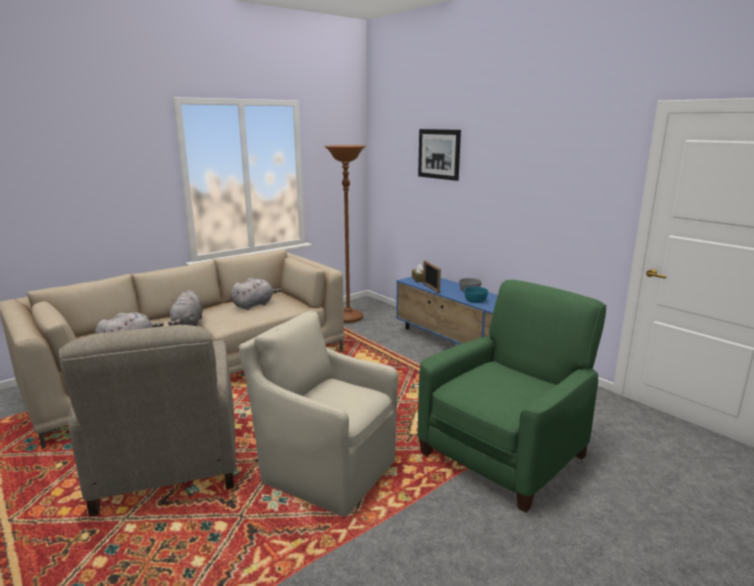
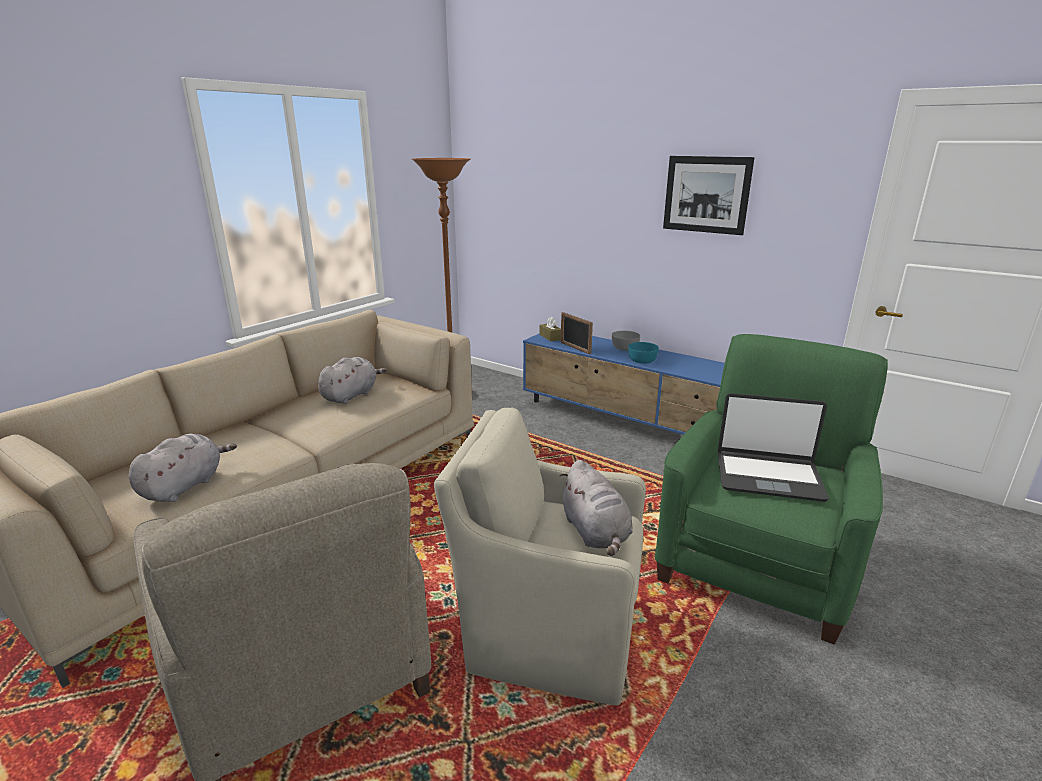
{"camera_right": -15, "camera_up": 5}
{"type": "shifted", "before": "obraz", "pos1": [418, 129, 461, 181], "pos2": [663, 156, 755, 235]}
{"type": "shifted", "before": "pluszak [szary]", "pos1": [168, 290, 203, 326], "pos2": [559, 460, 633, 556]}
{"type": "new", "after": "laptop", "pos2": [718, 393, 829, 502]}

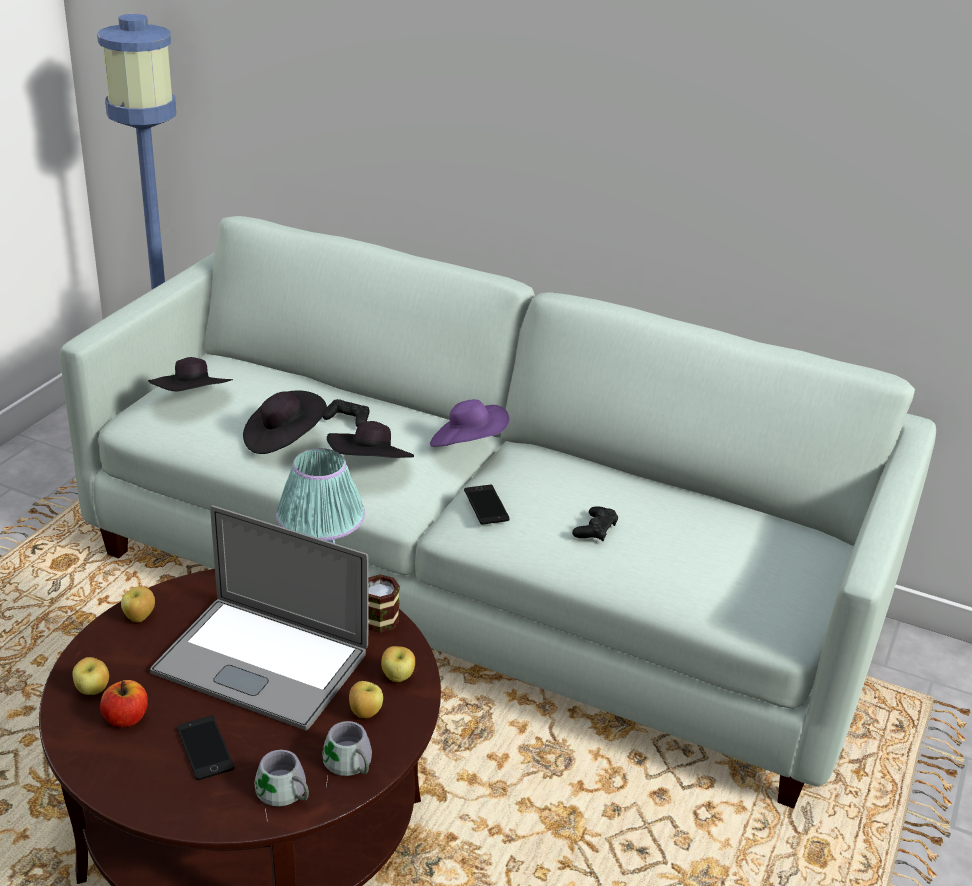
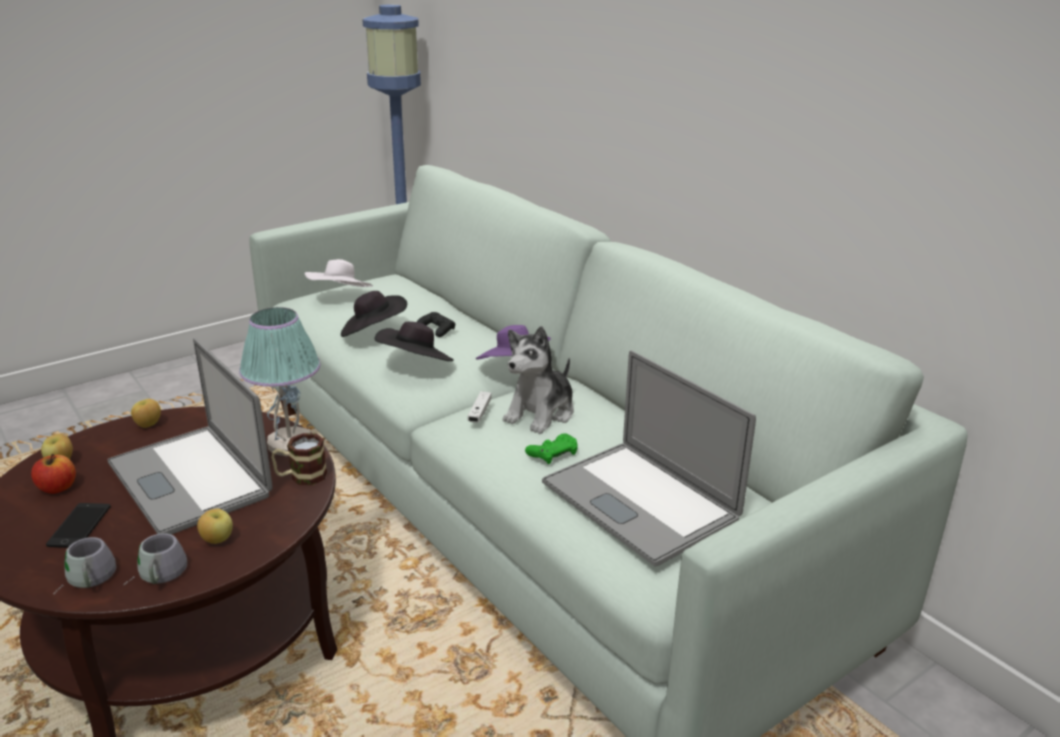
{"camera_right": 30, "camera_up": -5}
{"type": "repainted", "before": "kapelusz [czarny]", "after": "kapelusz [biały]", "pos1": [148, 357, 233, 391], "pos2": [305, 259, 373, 287]}
{"type": "swapped", "before": "telefon", "after": "pad do gier [biały]", "pos1": [464, 485, 510, 525], "pos2": [468, 391, 492, 423]}
{"type": "repainted", "before": "pad do gier [czarny]", "after": "pad do gier [zielony]", "pos1": [572, 506, 618, 541], "pos2": [525, 433, 578, 464]}
{"type": "gone", "before": "jabłko", "pos1": [381, 646, 415, 682]}
{"type": "new", "after": "pluszak", "pos2": [503, 326, 574, 434]}
{"type": "new", "after": "laptop", "pos2": [542, 350, 756, 566]}

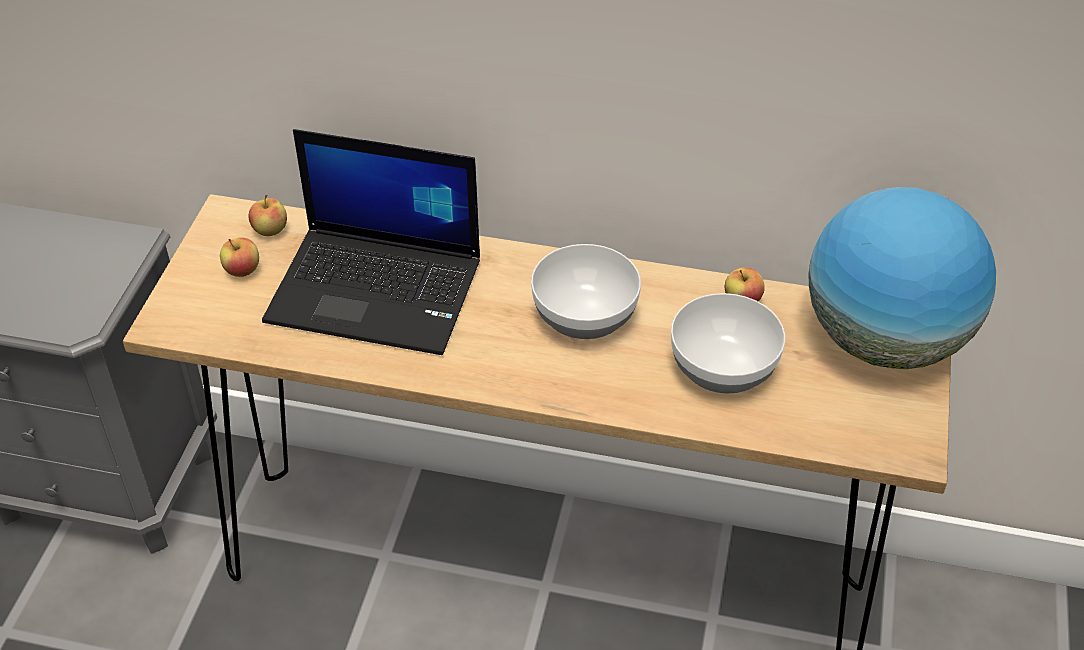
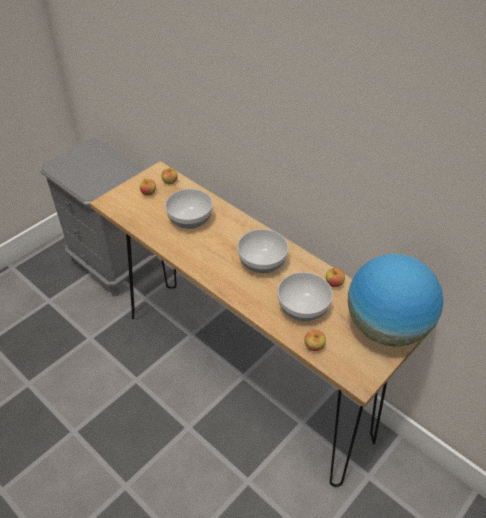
{"camera_right": 30, "camera_up": 0}
{"type": "swapped", "before": "laptop", "after": "miska", "pos1": [262, 129, 480, 355], "pos2": [165, 189, 213, 229]}
{"type": "new", "after": "jabłko", "pos2": [304, 330, 326, 351]}

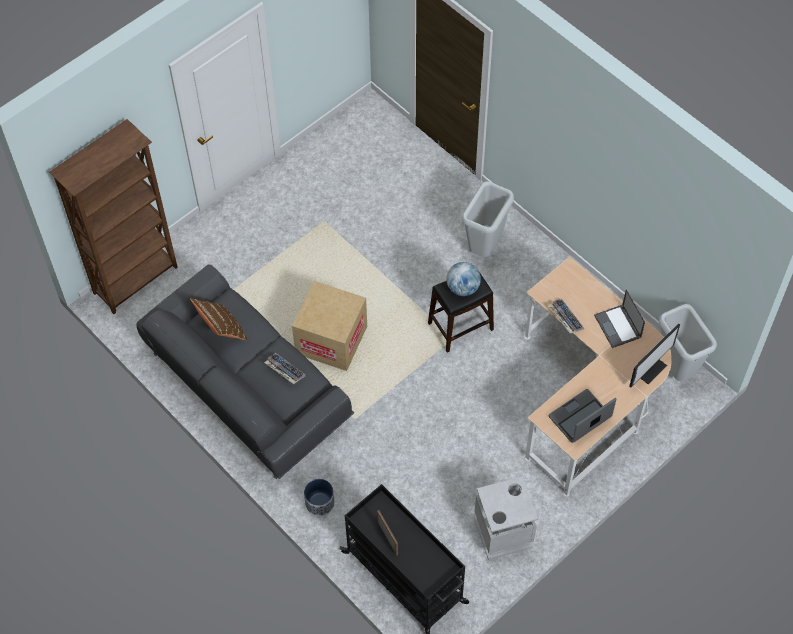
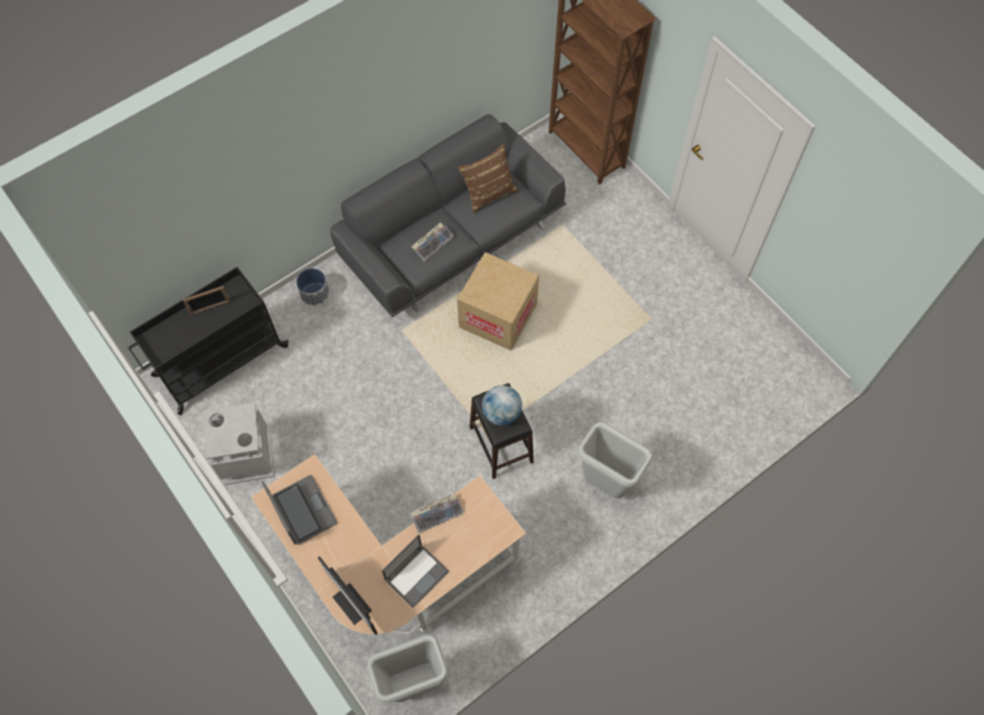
{"camera_right": 95, "camera_up": 5}
{"type": "rotated", "before": "laptop", "pos1": [594, 289, 645, 348], "pos2": [382, 534, 449, 608], "turn": 150}

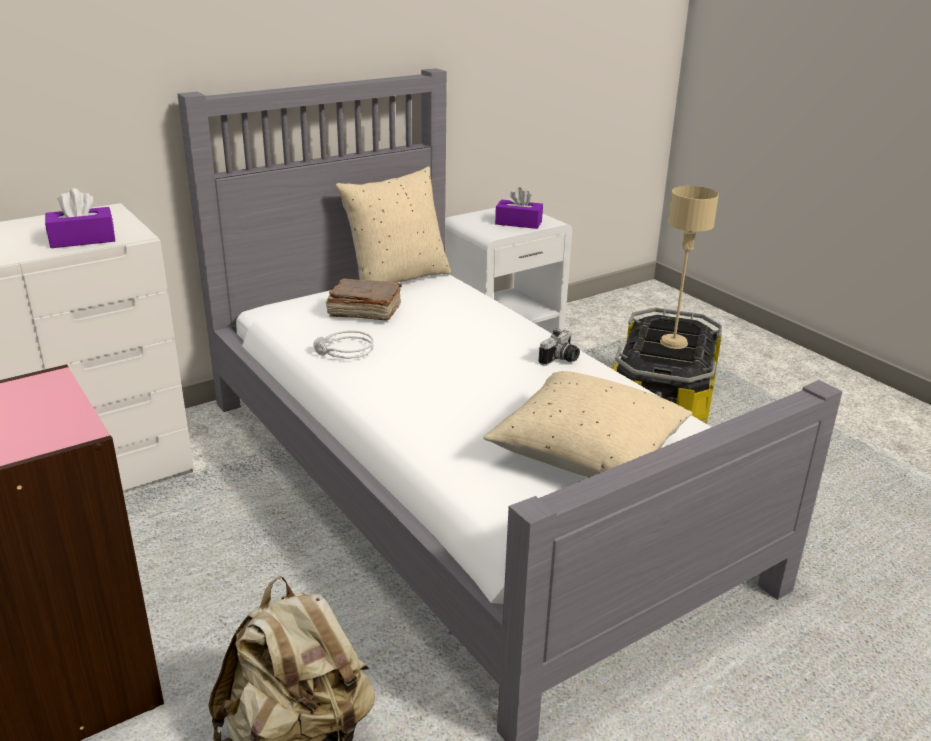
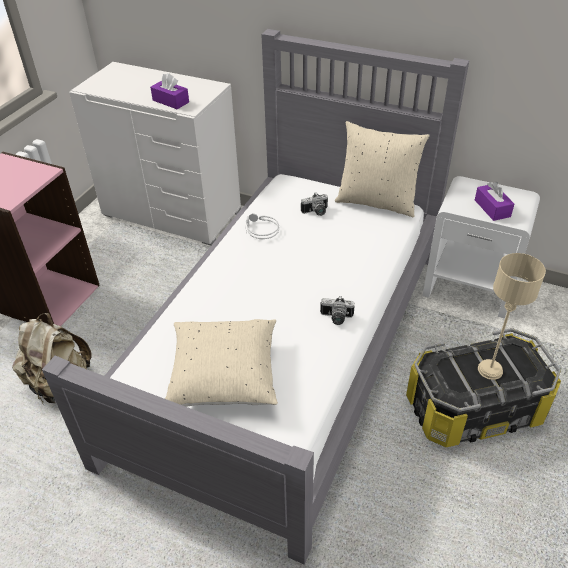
{"camera_right": 60, "camera_up": 15}
{"type": "swapped", "before": "książka [brązowy]", "after": "aparat fotograficzny", "pos1": [326, 278, 402, 321], "pos2": [301, 192, 328, 216]}

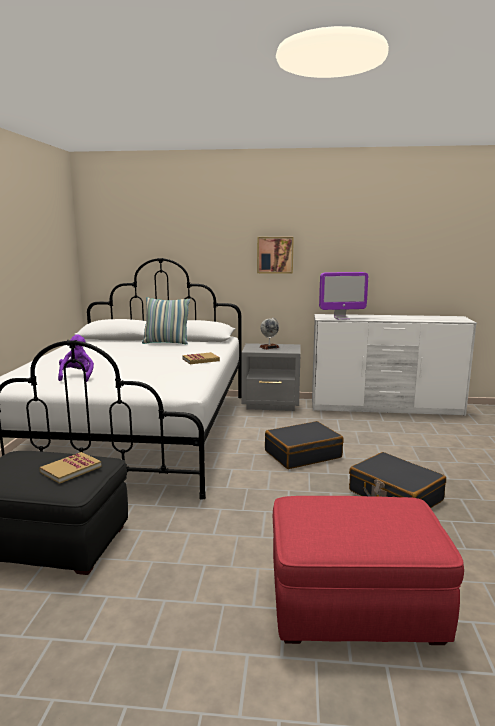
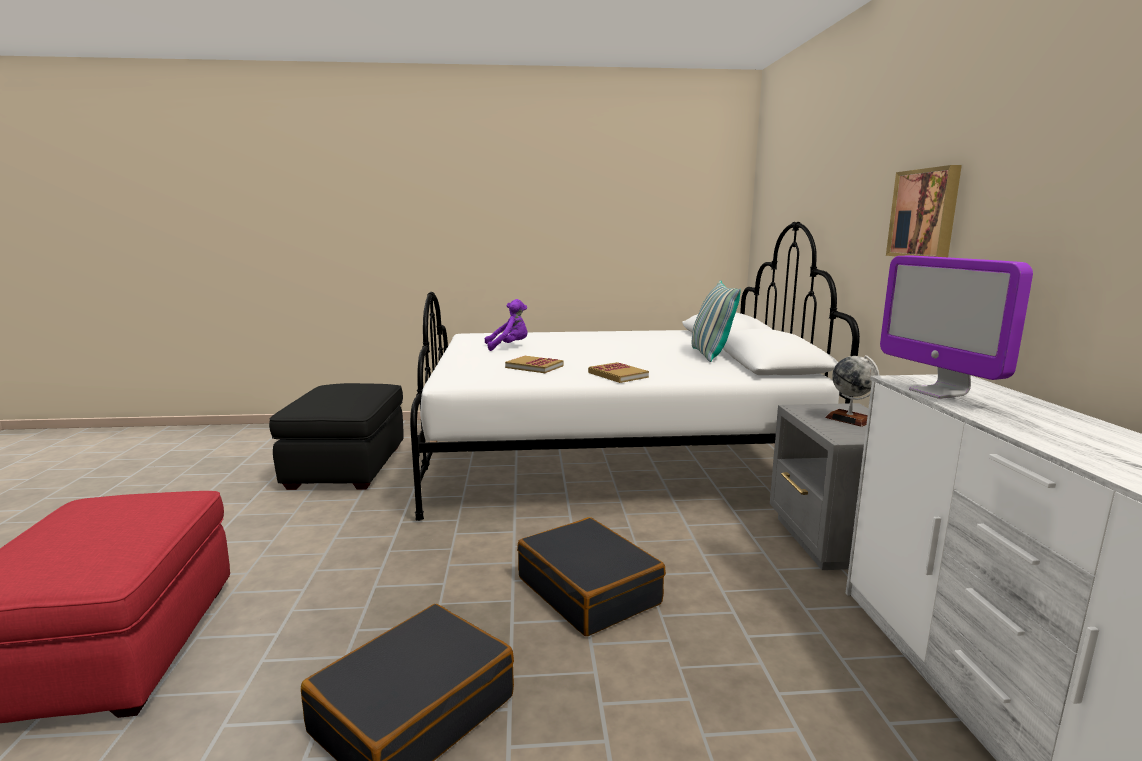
{"camera_right": 80, "camera_up": 0}
{"type": "shifted", "before": "książka", "pos1": [39, 452, 102, 484], "pos2": [505, 356, 564, 373]}

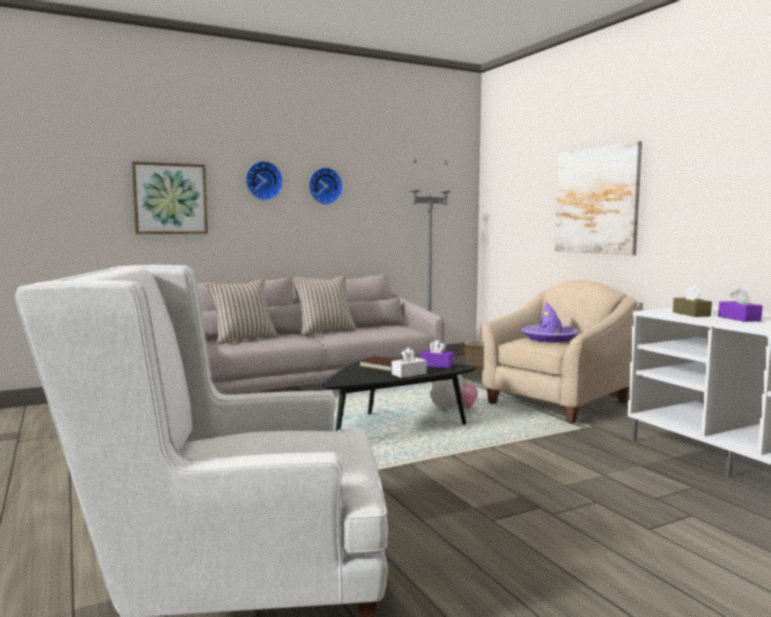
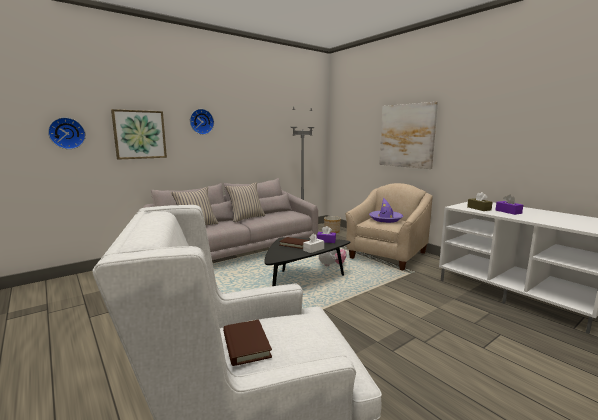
{"camera_right": -10, "camera_up": 5}
{"type": "shifted", "before": "zegar ścienny", "pos1": [309, 167, 343, 205], "pos2": [48, 117, 86, 149]}
{"type": "new", "after": "książka [brązowy]", "pos2": [223, 319, 272, 366]}

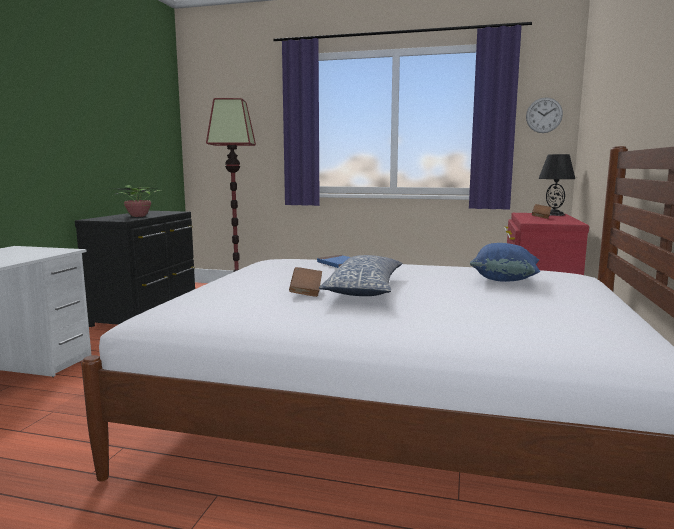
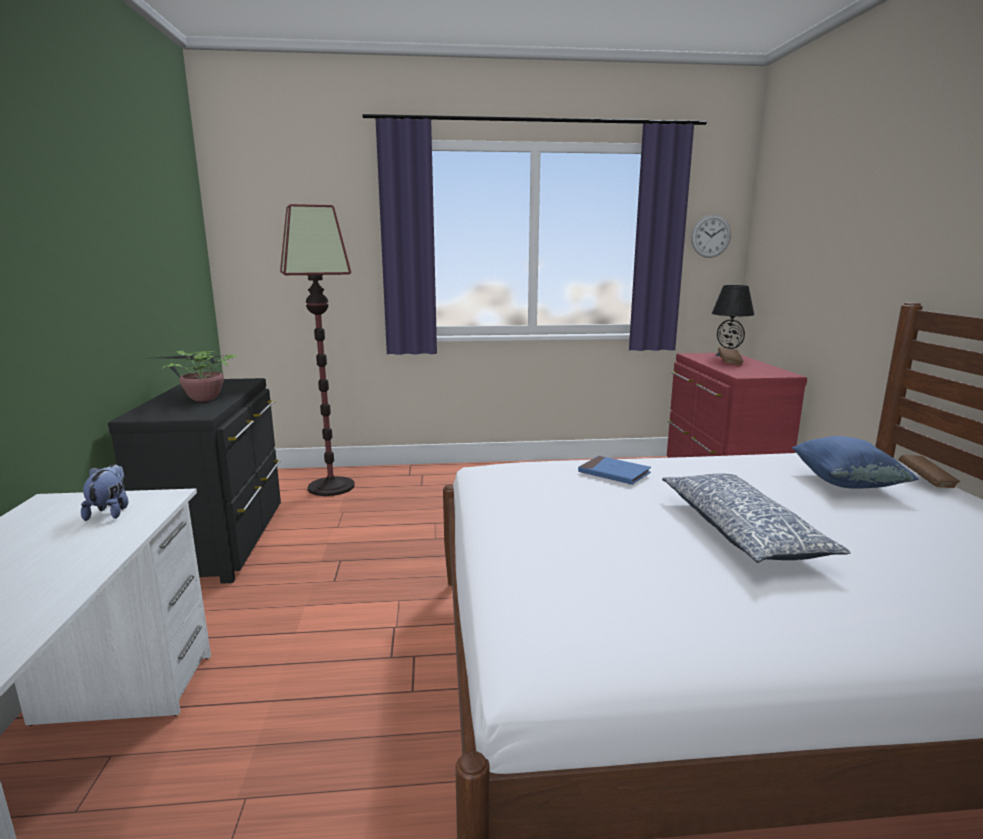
{"camera_right": -20, "camera_up": 5}
{"type": "shifted", "before": "książka [brązowy]", "pos1": [289, 267, 322, 297], "pos2": [899, 455, 960, 488]}
{"type": "new", "after": "pluszak", "pos2": [81, 464, 128, 521]}

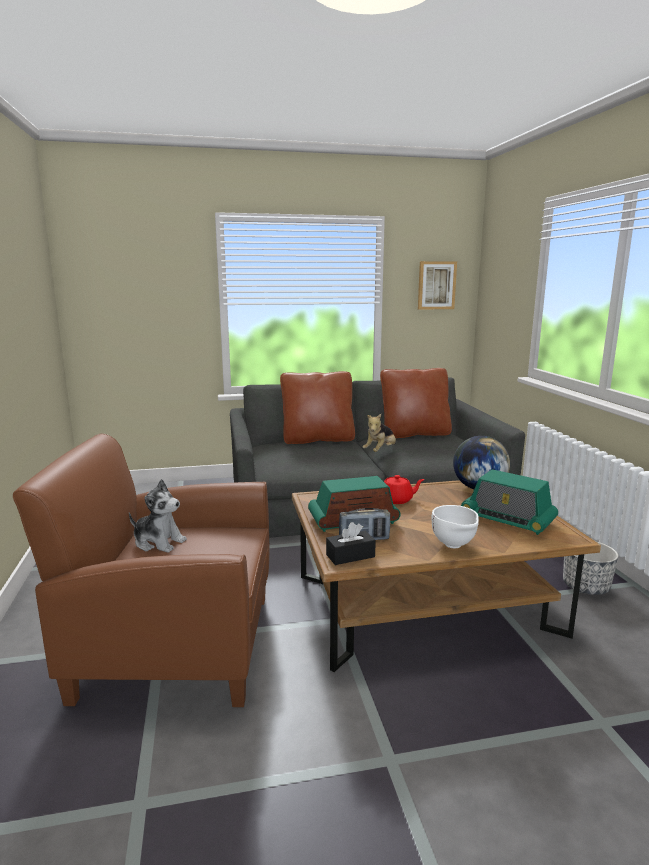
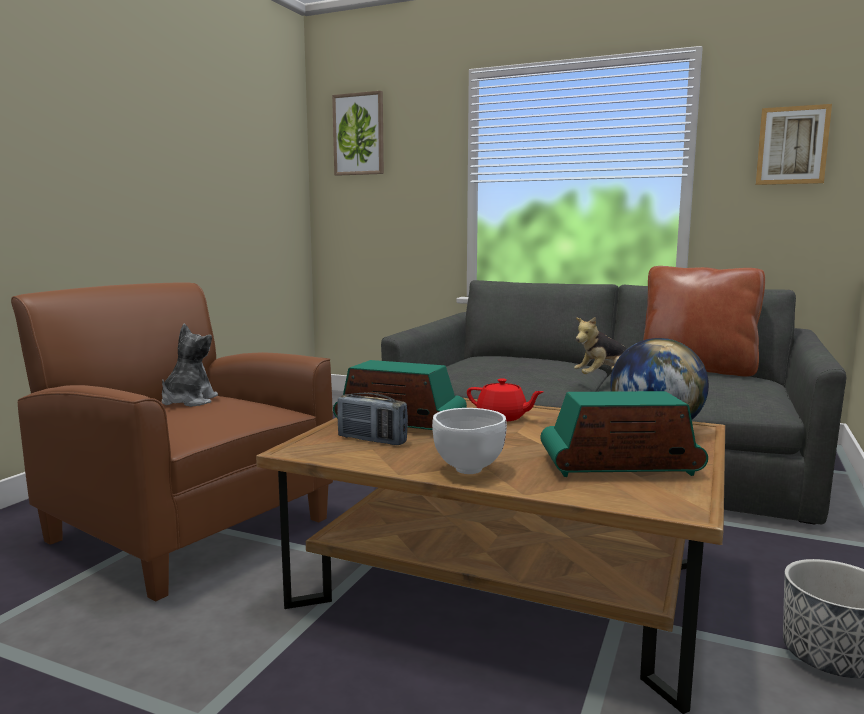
{"camera_right": 35, "camera_up": -5}
{"type": "gone", "before": "poduszka [brązowy]", "pos1": [280, 371, 355, 444]}
{"type": "rotated", "before": "radio", "pos1": [461, 469, 558, 535], "pos2": [540, 391, 708, 477], "turn": 105}
{"type": "rotated", "before": "pluszak", "pos1": [129, 479, 187, 552], "pos2": [162, 324, 218, 407], "turn": -135}
{"type": "gone", "before": "pudełko chusteczek [czarny]", "pos1": [326, 522, 376, 565]}
{"type": "new", "after": "obraz", "pos2": [332, 91, 384, 176]}

